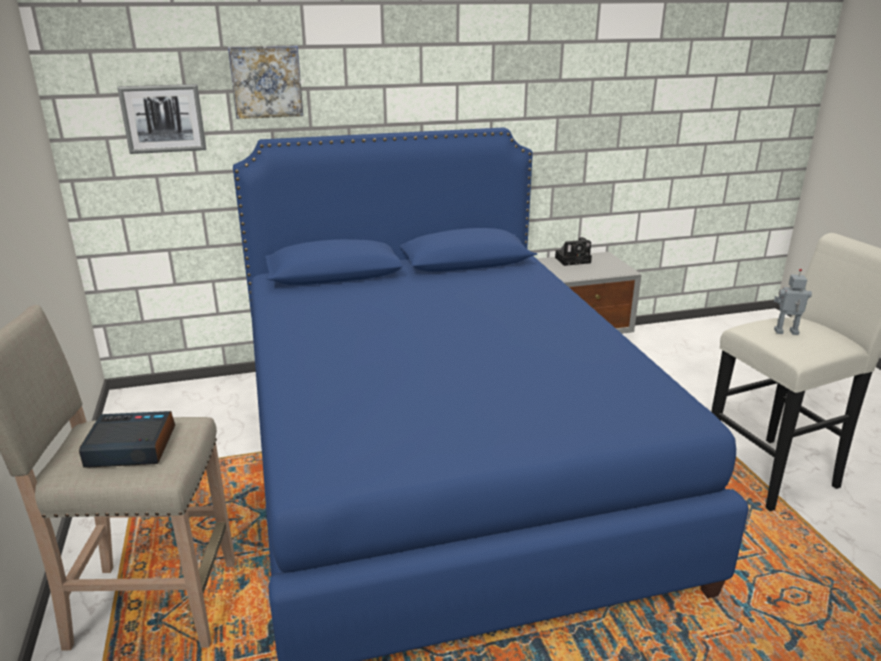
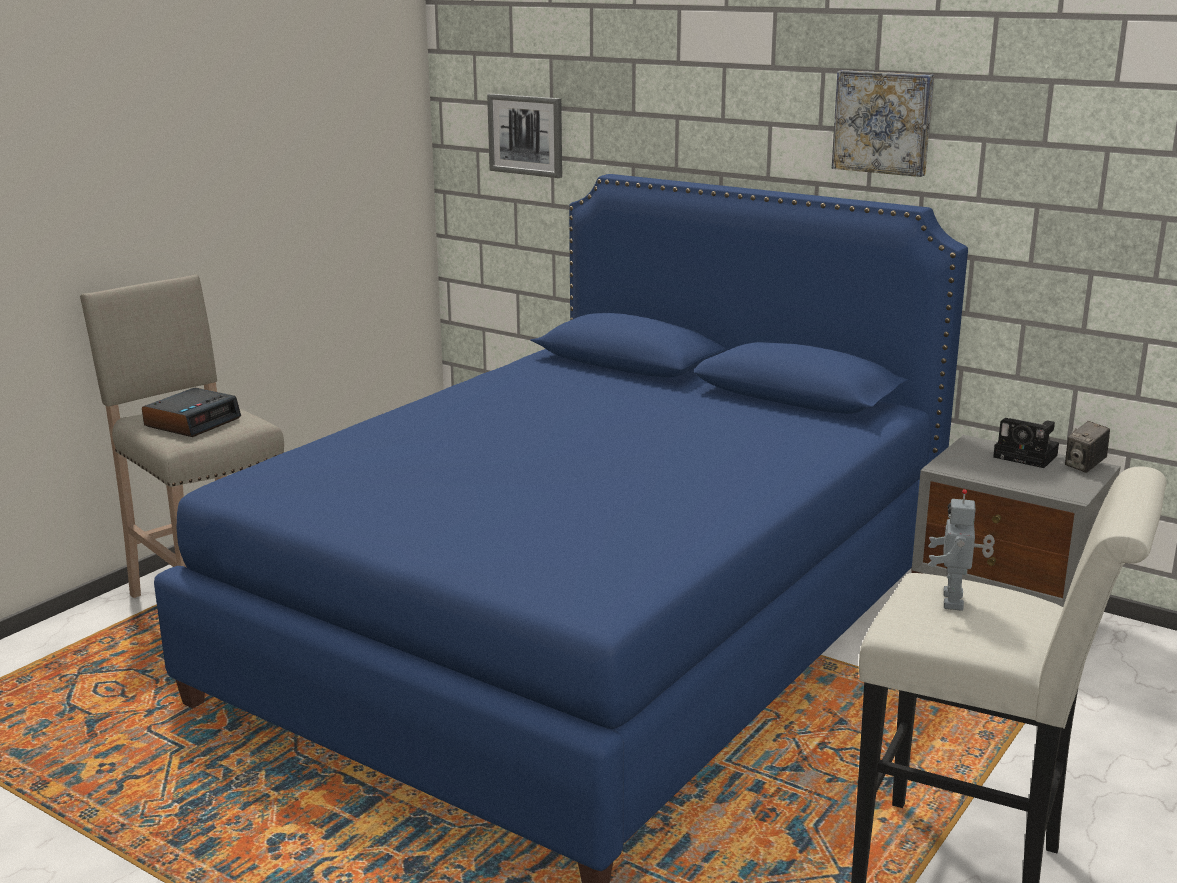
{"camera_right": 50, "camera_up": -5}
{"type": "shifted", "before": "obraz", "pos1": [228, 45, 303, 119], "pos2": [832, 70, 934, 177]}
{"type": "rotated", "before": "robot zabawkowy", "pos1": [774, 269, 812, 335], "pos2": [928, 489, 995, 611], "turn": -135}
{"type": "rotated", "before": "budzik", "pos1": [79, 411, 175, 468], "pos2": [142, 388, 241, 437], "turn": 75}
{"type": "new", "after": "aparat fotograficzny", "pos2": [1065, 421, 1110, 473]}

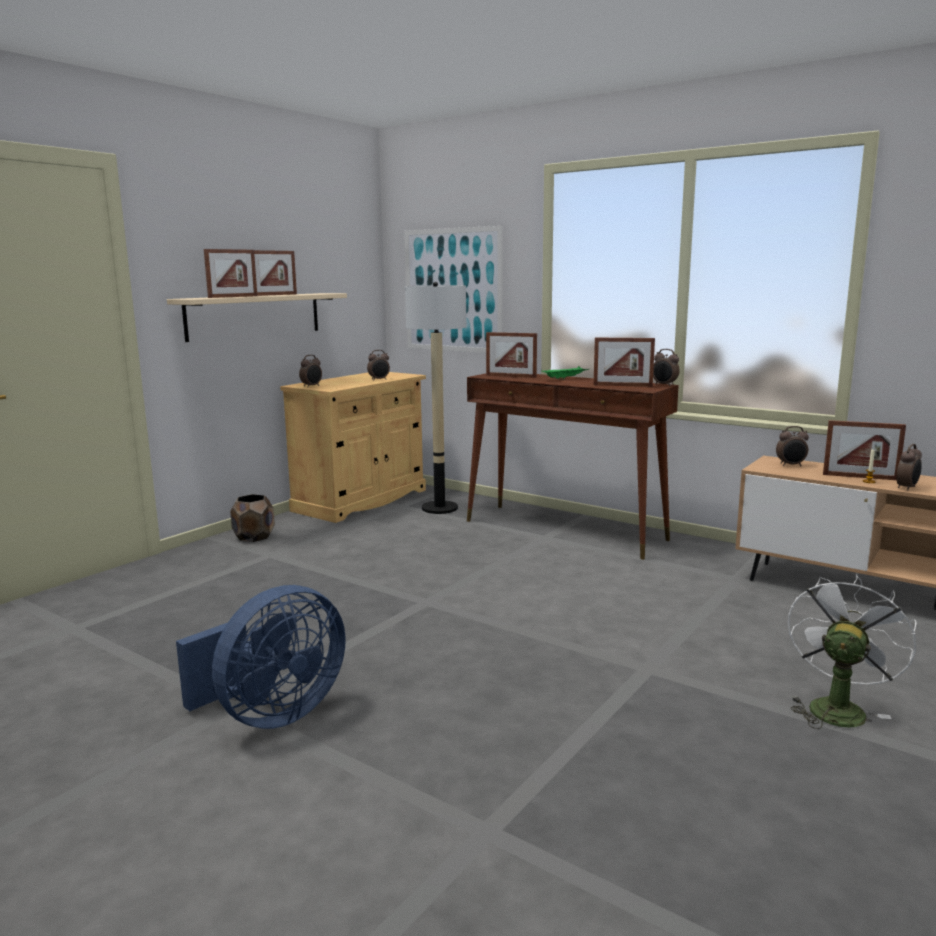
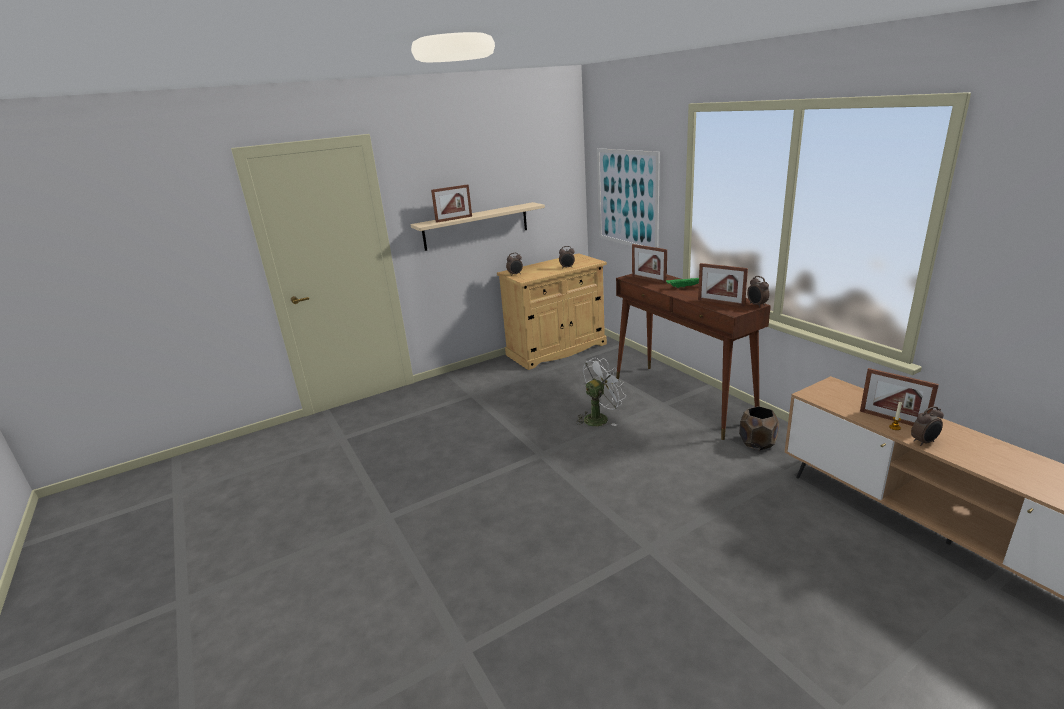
{"camera_right": 25, "camera_up": 10}
{"type": "gone", "before": "ramka na zdjęcie", "pos1": [254, 250, 297, 296]}
{"type": "gone", "before": "lampa stojąca", "pos1": [405, 282, 466, 514]}
{"type": "gone", "before": "budzik", "pos1": [776, 426, 809, 466]}
{"type": "shifted", "before": "donica [brązowy]", "pos1": [230, 494, 275, 542], "pos2": [739, 406, 779, 451]}
{"type": "shifted", "before": "wentylator [biały]", "pos1": [788, 574, 917, 729], "pos2": [576, 358, 625, 426]}
{"type": "gone", "before": "wentylator [niebieski]", "pos1": [176, 585, 346, 729]}

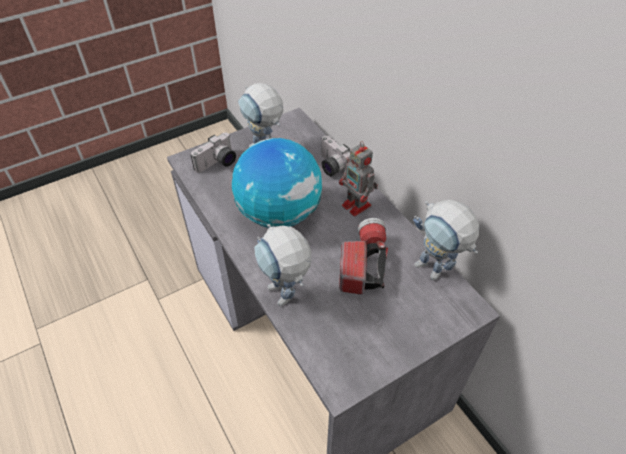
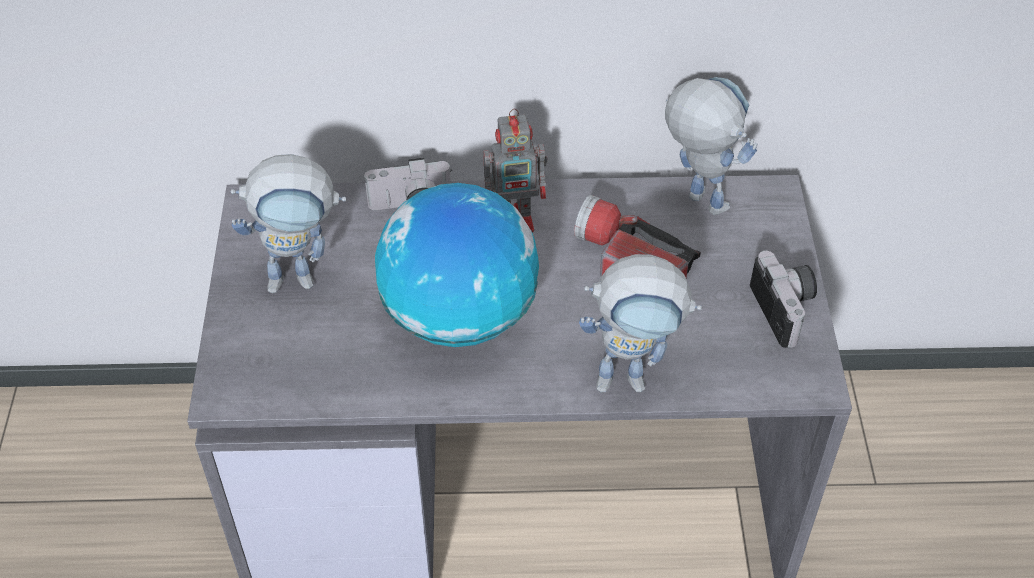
{"camera_right": -60, "camera_up": 0}
{"type": "shifted", "before": "aparat fotograficzny", "pos1": [190, 133, 236, 173], "pos2": [750, 251, 817, 348]}
{"type": "rotated", "before": "robot zabawkowy", "pos1": [413, 200, 479, 280], "pos2": [665, 77, 758, 215], "turn": -120}

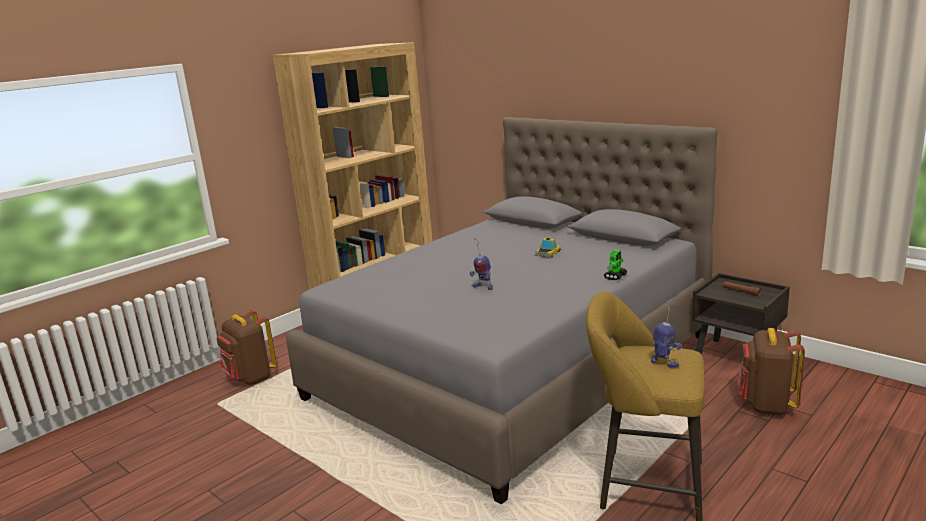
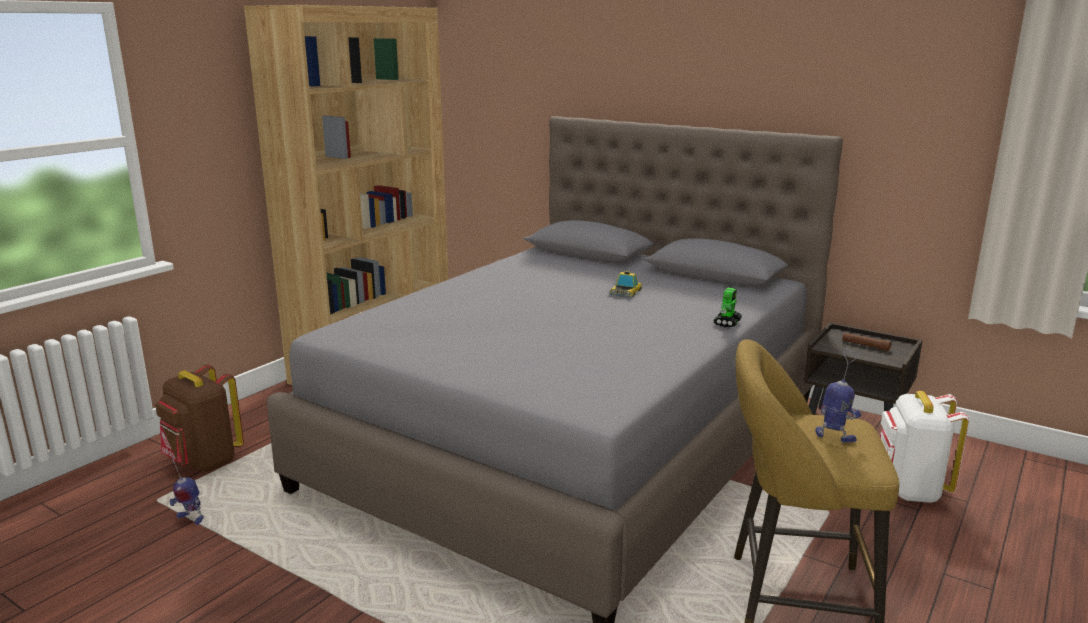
{"camera_right": -10, "camera_up": 0}
{"type": "shifted", "before": "robot zabawkowy", "pos1": [469, 239, 493, 290], "pos2": [169, 456, 204, 525]}
{"type": "repainted", "before": "plecak [brązowy]", "after": "plecak [biały]", "pos1": [738, 328, 805, 416], "pos2": [880, 391, 969, 503]}

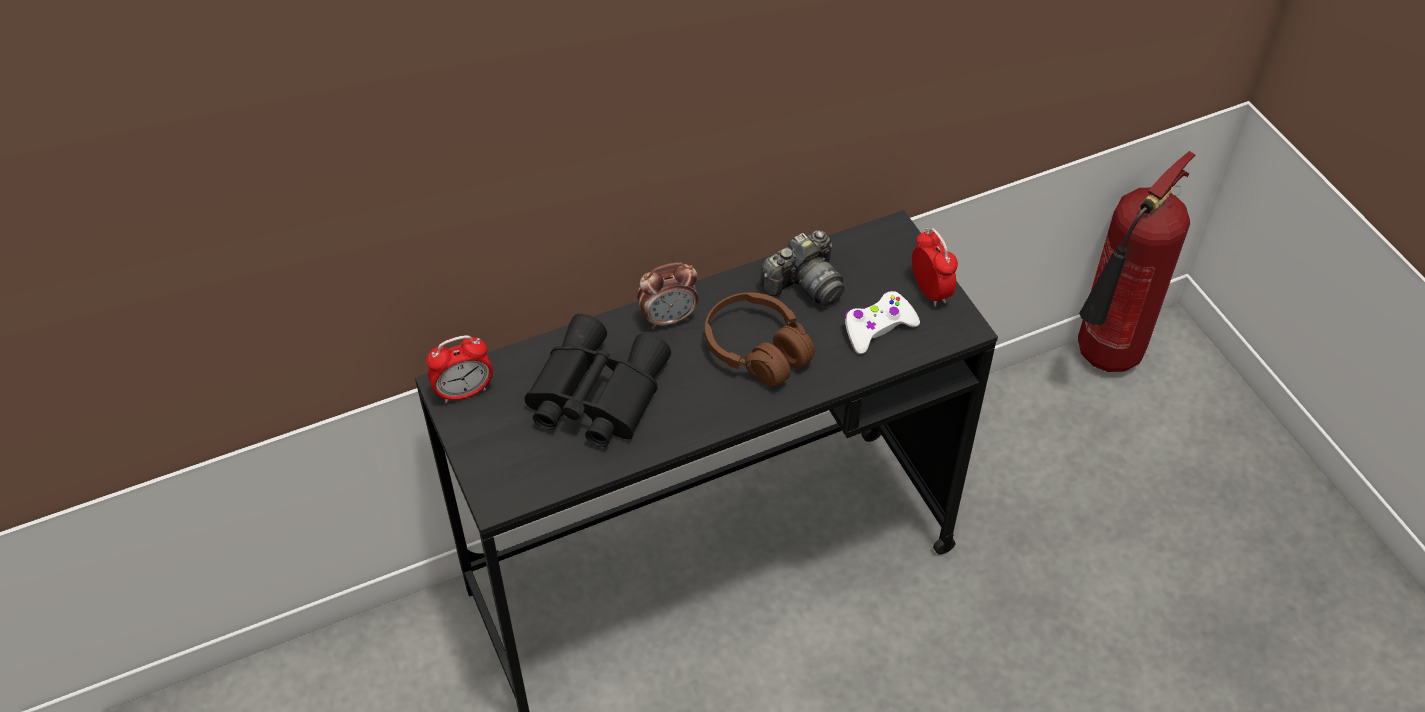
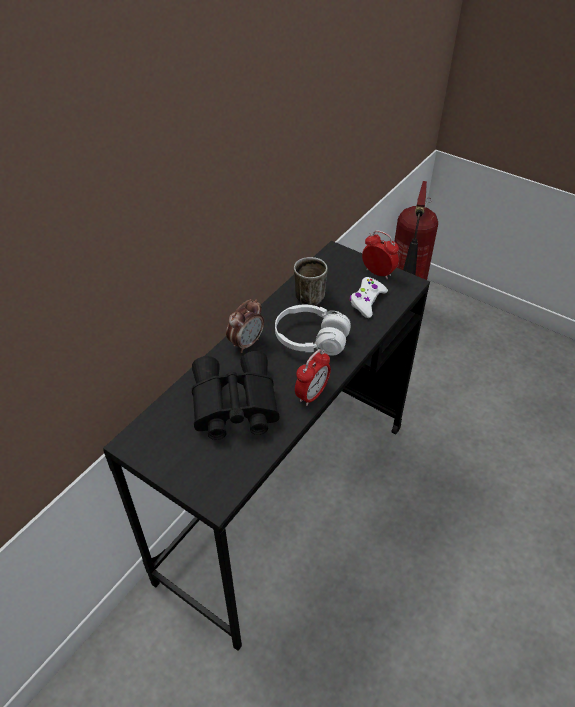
{"camera_right": -30, "camera_up": -5}
{"type": "swapped", "before": "aparat fotograficzny", "after": "kubek", "pos1": [760, 230, 845, 306], "pos2": [294, 257, 328, 306]}
{"type": "repainted", "before": "słuchawki [brązowy]", "after": "słuchawki [biały]", "pos1": [705, 292, 815, 387], "pos2": [275, 304, 351, 356]}
{"type": "shifted", "before": "budzik", "pos1": [426, 335, 493, 403], "pos2": [295, 349, 331, 406]}

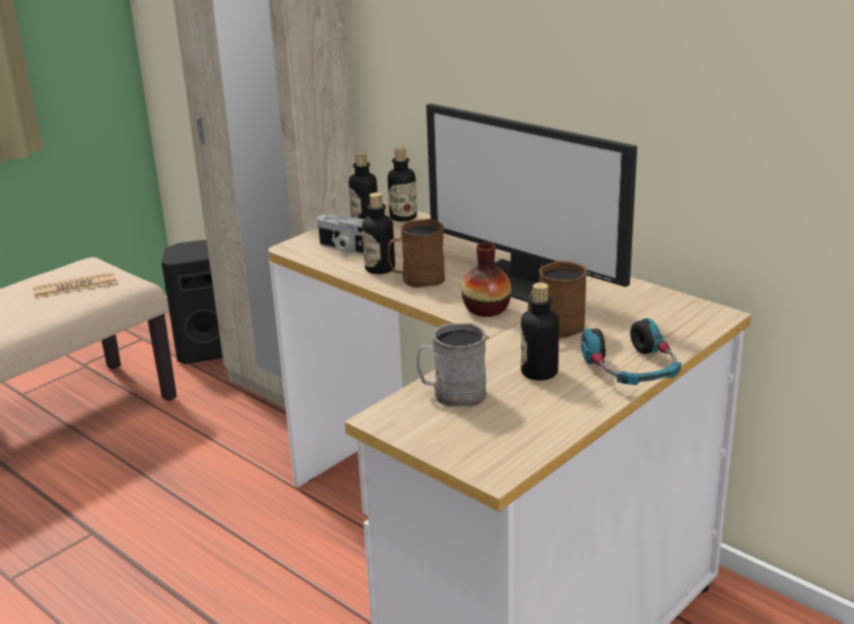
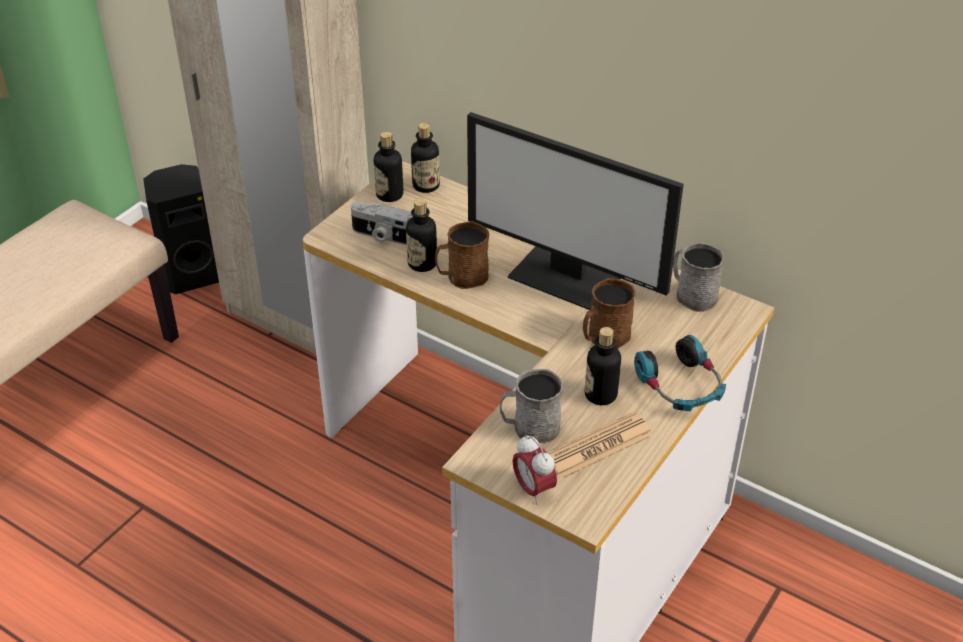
{"camera_right": -10, "camera_up": 15}
{"type": "gone", "before": "wazon", "pos1": [461, 242, 511, 317]}
{"type": "shifted", "before": "gazeta", "pos1": [32, 272, 117, 299], "pos2": [546, 412, 654, 479]}
{"type": "new", "after": "kubek [szary]", "pos2": [673, 242, 724, 312]}
{"type": "new", "after": "budzik", "pos2": [513, 434, 557, 504]}

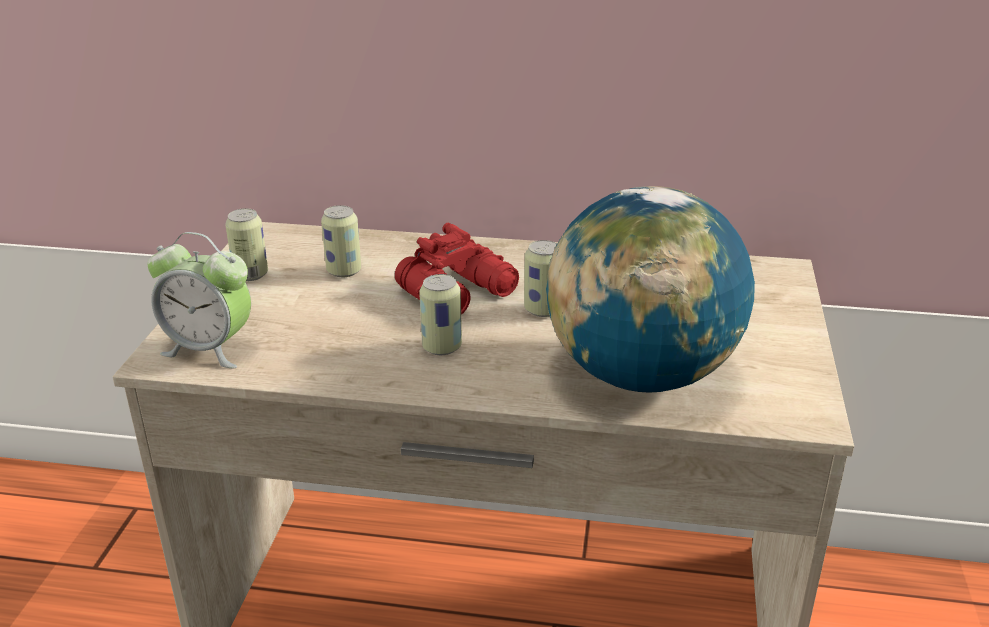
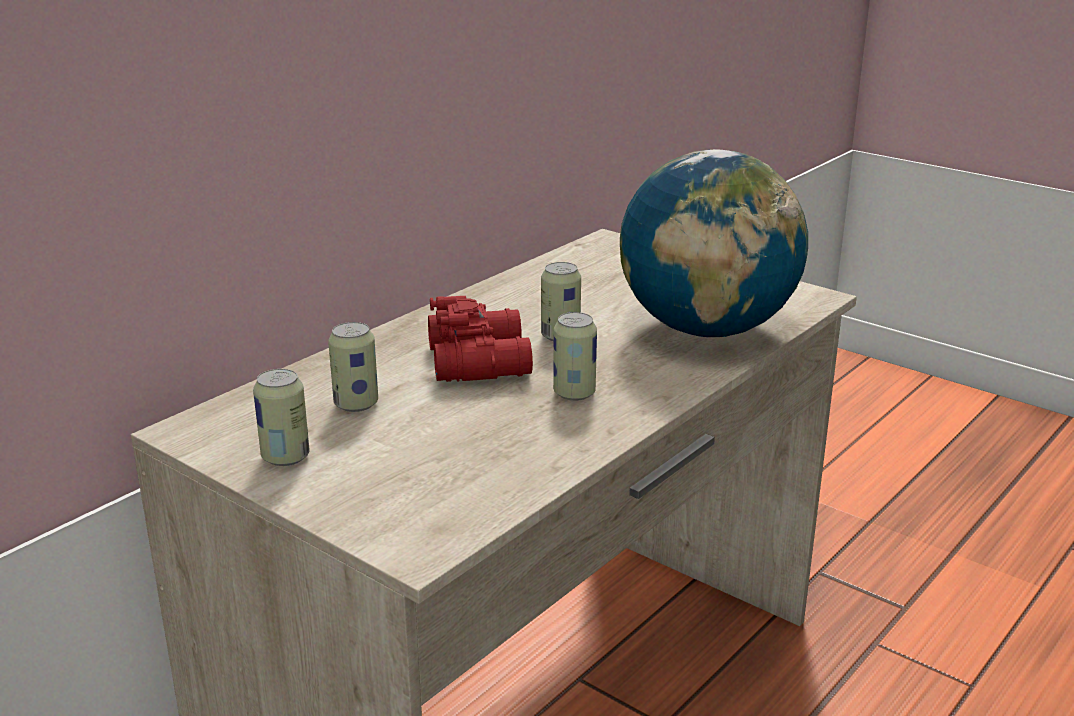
{"camera_right": -60, "camera_up": -5}
{"type": "gone", "before": "budzik", "pos1": [148, 232, 251, 368]}

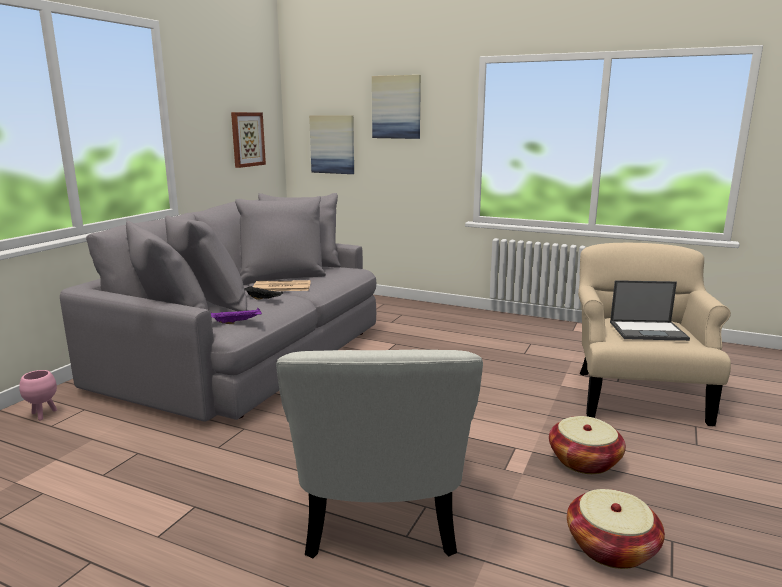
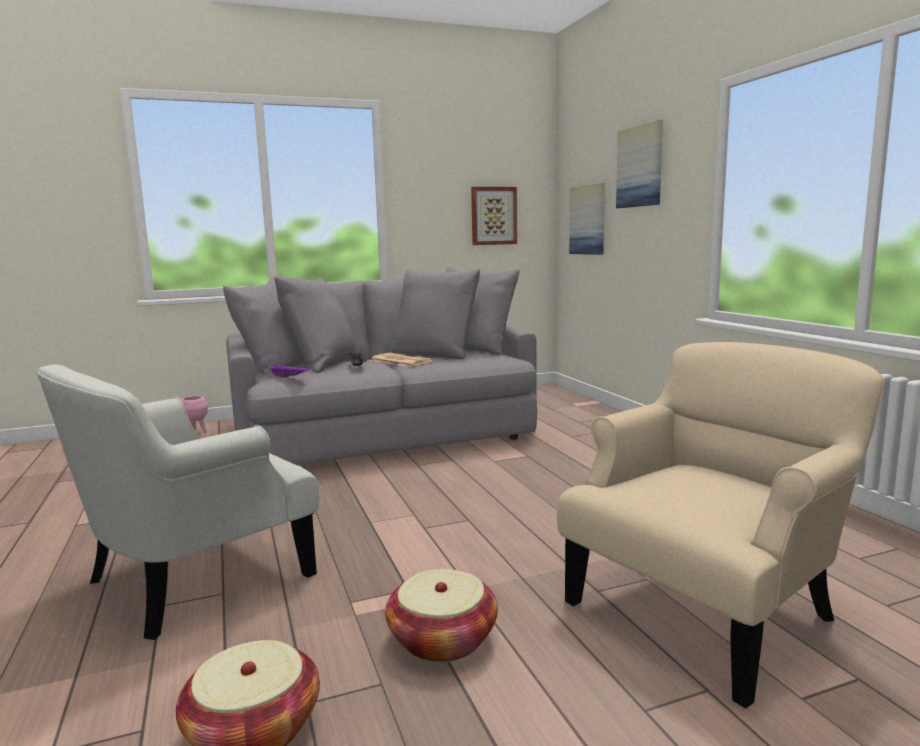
{"camera_right": 45, "camera_up": -5}
{"type": "gone", "before": "laptop", "pos1": [610, 280, 690, 341]}

